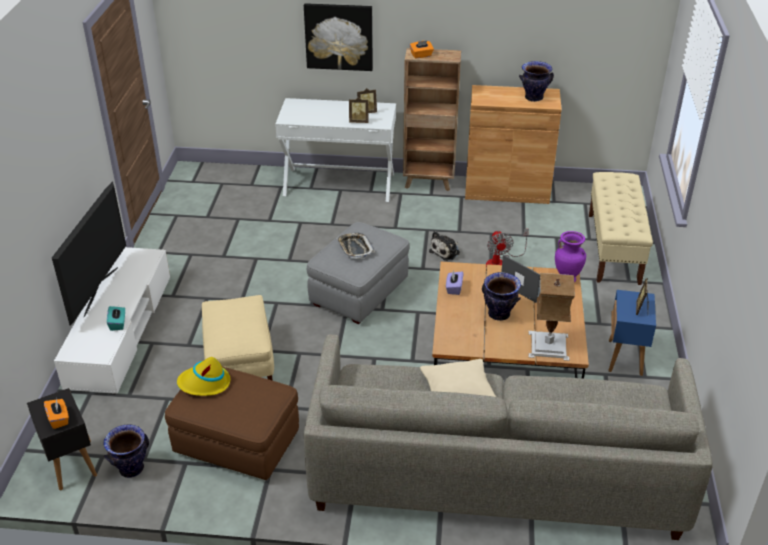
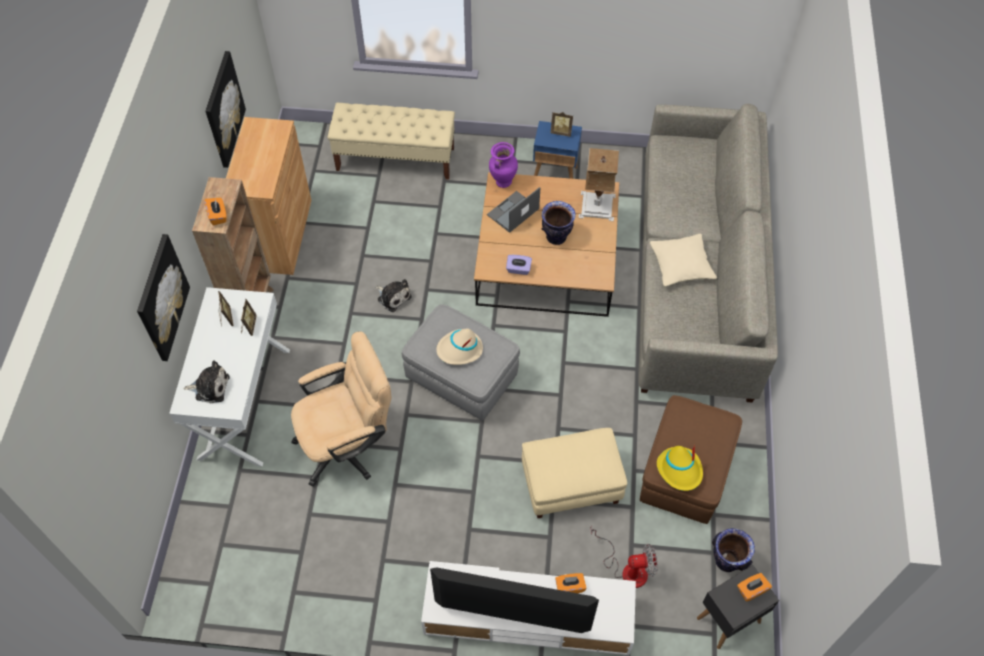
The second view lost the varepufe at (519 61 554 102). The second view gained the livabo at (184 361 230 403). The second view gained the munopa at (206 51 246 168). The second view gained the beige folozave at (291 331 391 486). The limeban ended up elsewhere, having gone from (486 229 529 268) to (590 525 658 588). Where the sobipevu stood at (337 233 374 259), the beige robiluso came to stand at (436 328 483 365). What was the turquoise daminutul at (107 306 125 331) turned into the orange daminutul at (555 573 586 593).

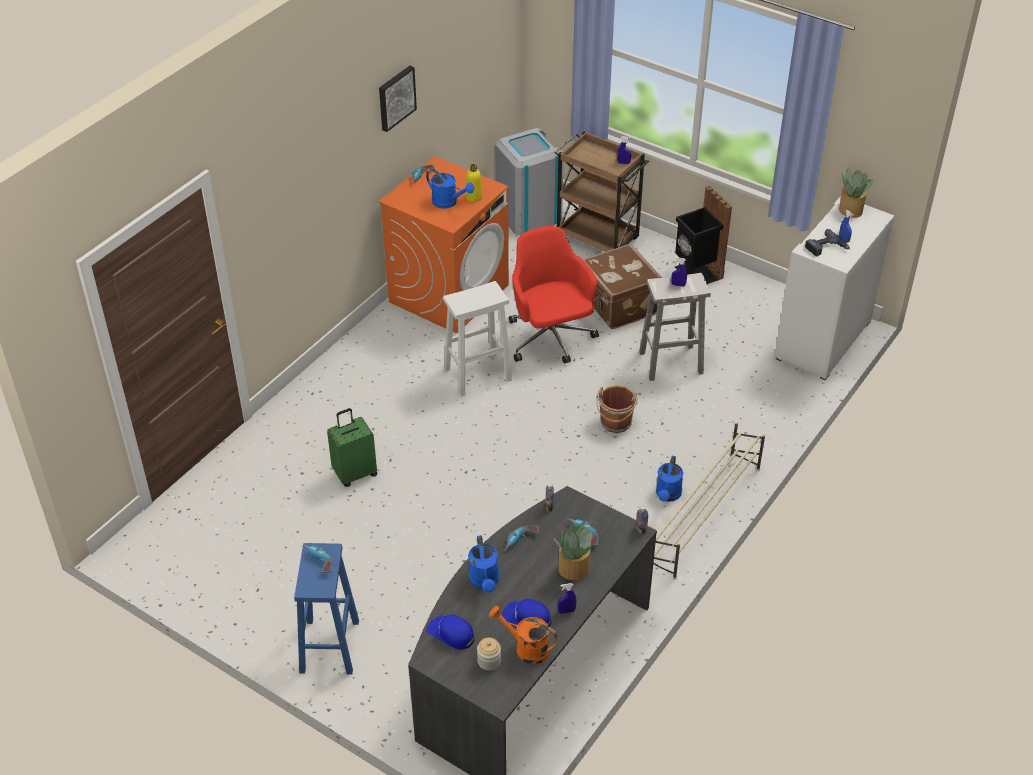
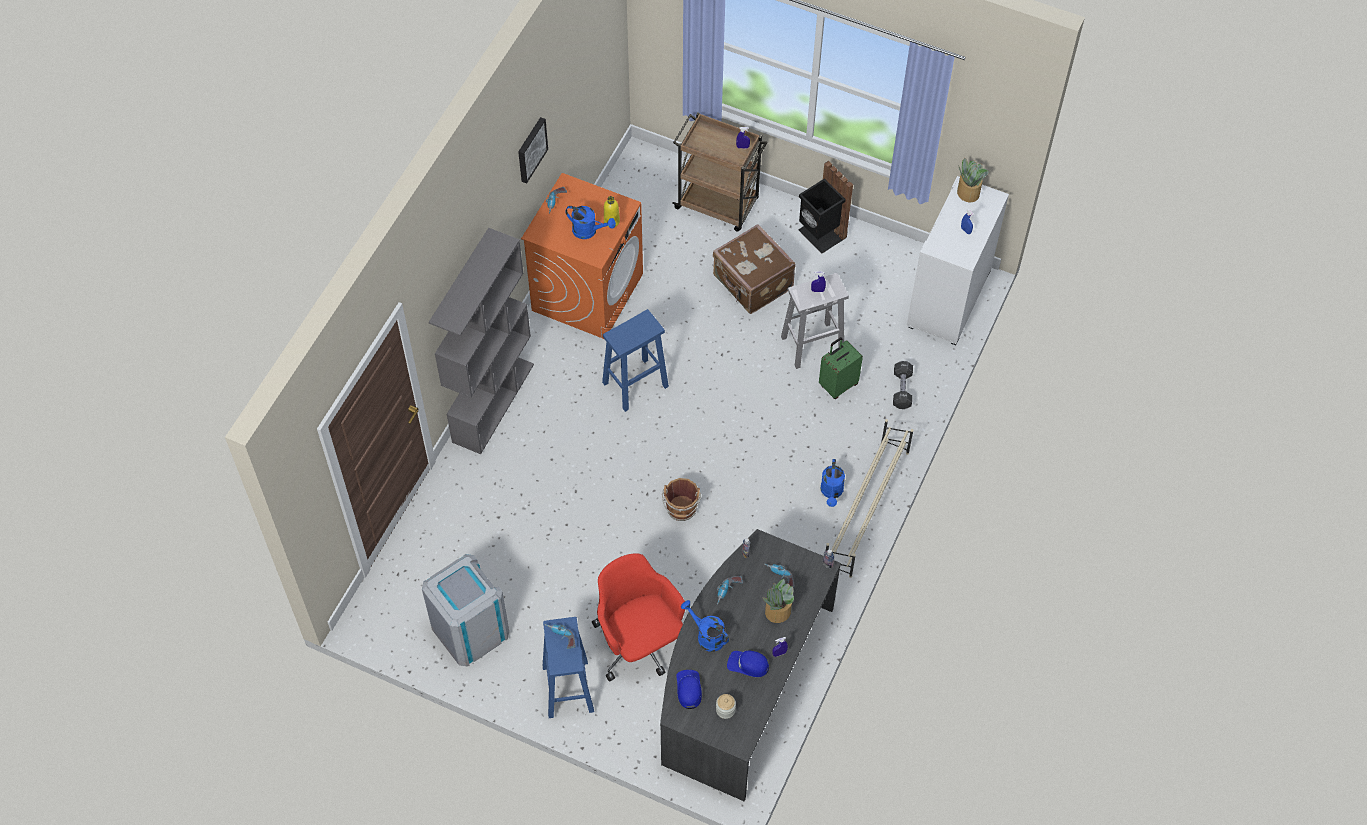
The second view lost the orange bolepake at (489 606 558 664). The second view lost the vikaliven at (805 229 850 256). The second view gained the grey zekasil at (429 228 534 454). The second view gained the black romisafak at (893 361 913 409). The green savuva ended up elsewhere, having gone from (327 408 377 487) to (819 337 863 399). The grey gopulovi ended up elsewhere, having gone from (495 128 564 235) to (422 554 509 666). The red folozave ended up elsewhere, having gone from (509 226 599 364) to (592 553 685 682). The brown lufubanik ended up elsewhere, having gone from (596 385 638 433) to (662 478 701 521). What was the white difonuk at (443 281 512 397) turned into the blue difonuk at (602 309 669 412). The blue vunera at (426 614 474 650) ended up facing another way, 60 degrees clockwise from before. The blue bolepake at (468 535 499 593) ended up facing another way, 150 degrees clockwise from before.

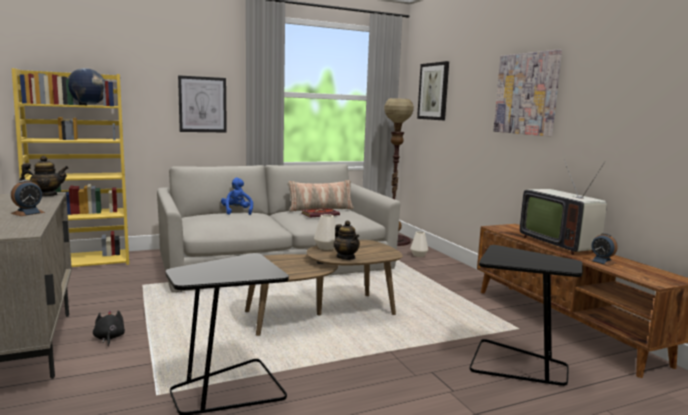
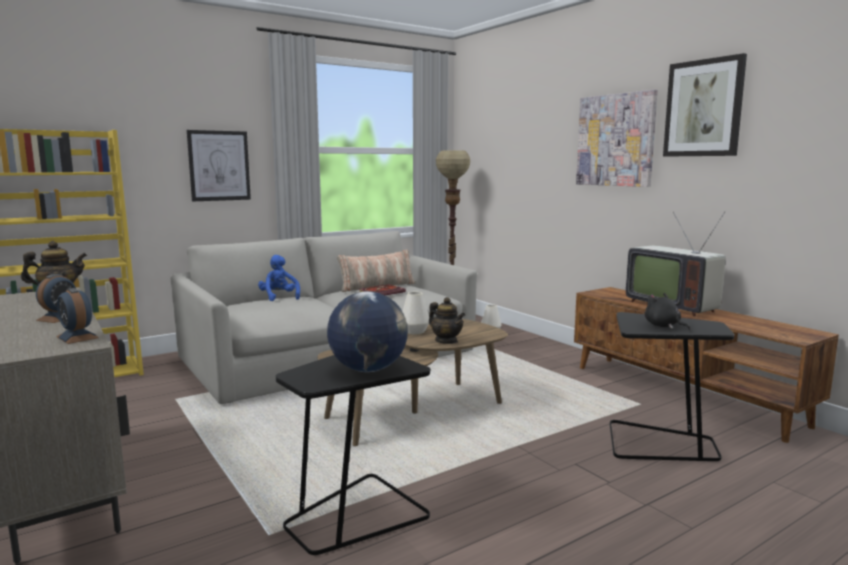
The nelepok ended up elsewhere, having gone from (67 68 106 105) to (327 291 408 372). The black livabo ended up elsewhere, having gone from (93 310 125 346) to (645 293 690 330). The munopa ended up elsewhere, having gone from (417 61 449 120) to (663 53 747 157). The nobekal ended up elsewhere, having gone from (588 233 618 266) to (57 288 99 344).

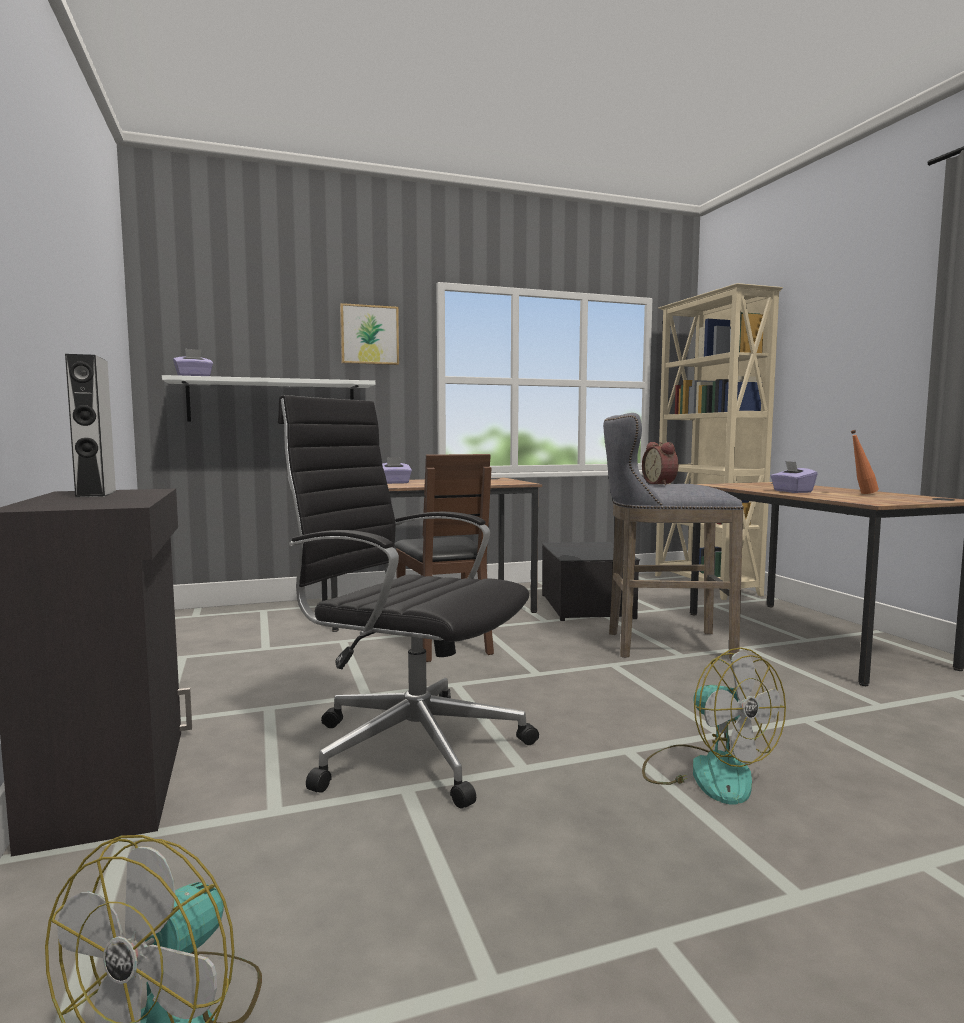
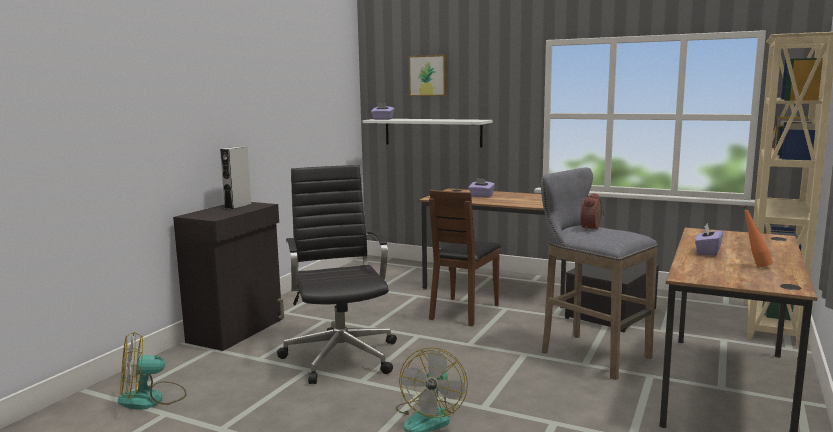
The munopa ended up elsewhere, having gone from (340 303 399 365) to (409 55 447 96).

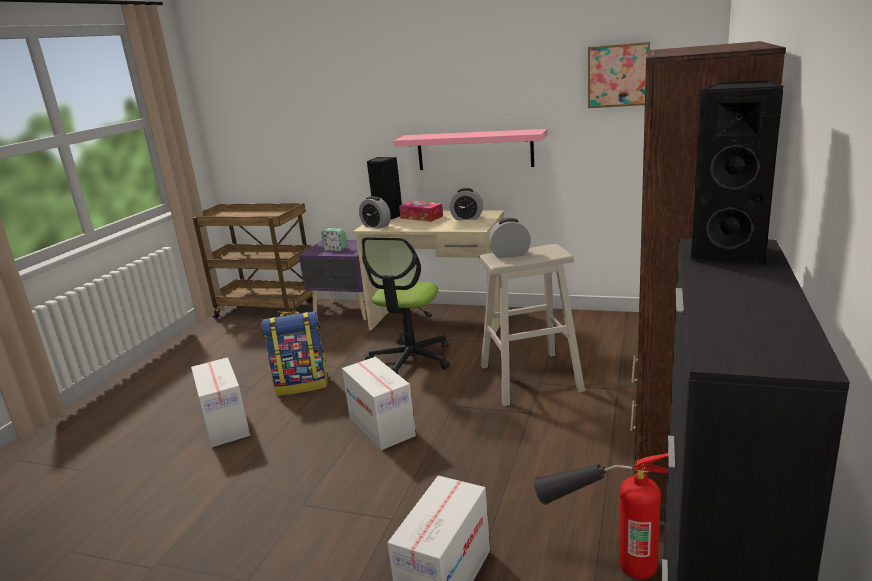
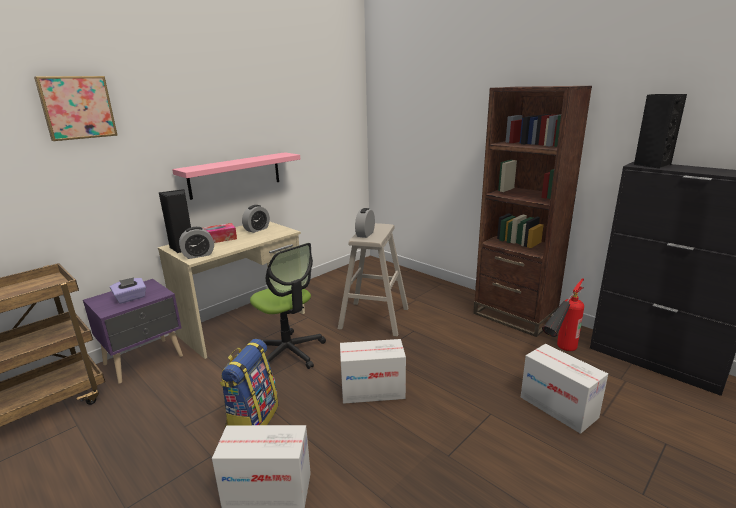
The munopa ended up elsewhere, having gone from (588 42 650 108) to (34 76 118 141). Where the nobekal stood at (321 228 347 251), the purple daminutul came to stand at (110 277 146 304).

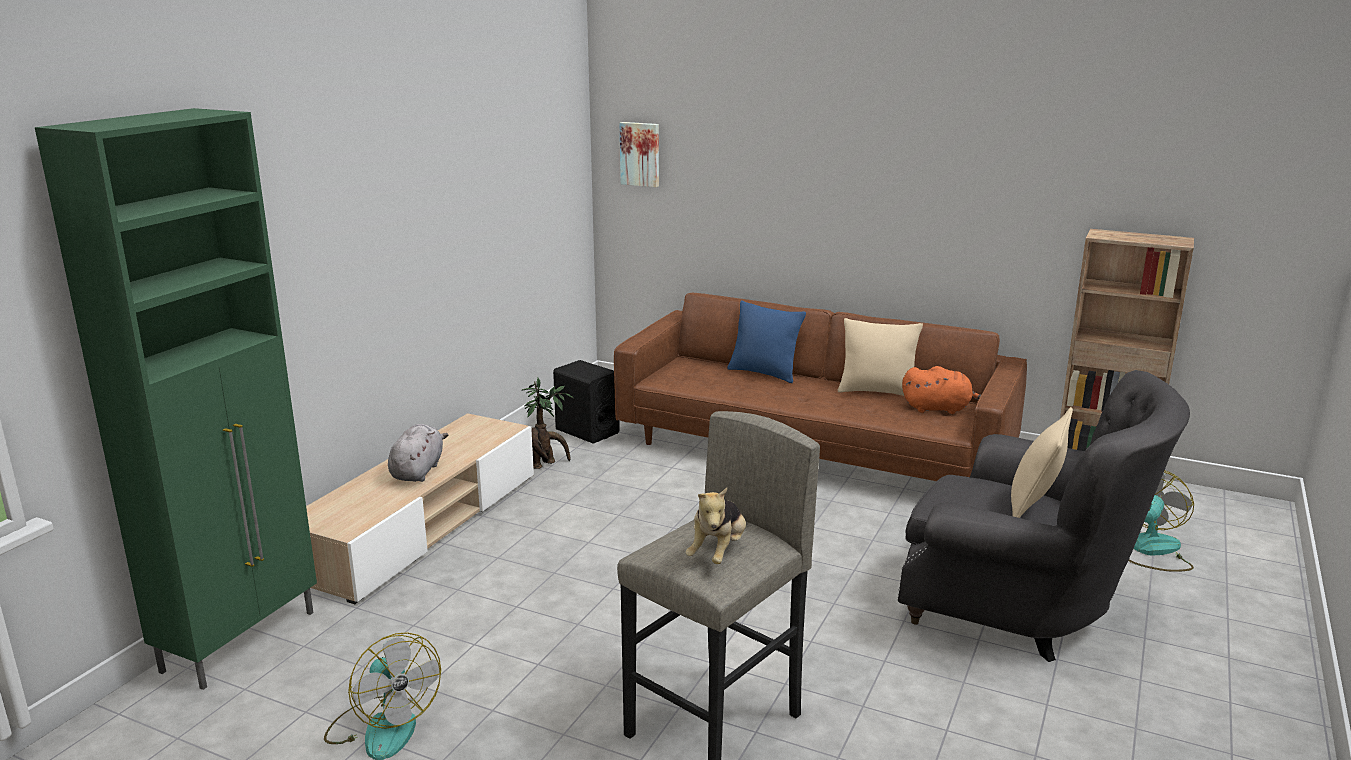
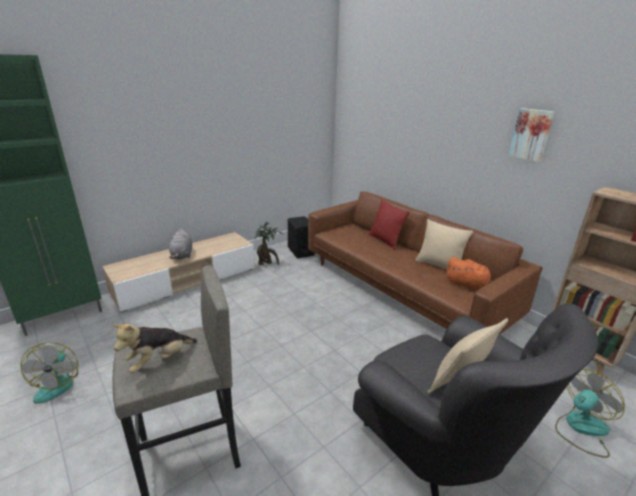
The munopa ended up elsewhere, having gone from (620 122 659 187) to (509 108 554 162). What was the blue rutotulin at (727 300 806 383) turned into the red rutotulin at (369 200 410 250). The grey livabo at (388 424 448 482) ended up facing another way, 135 degrees clockwise from before.

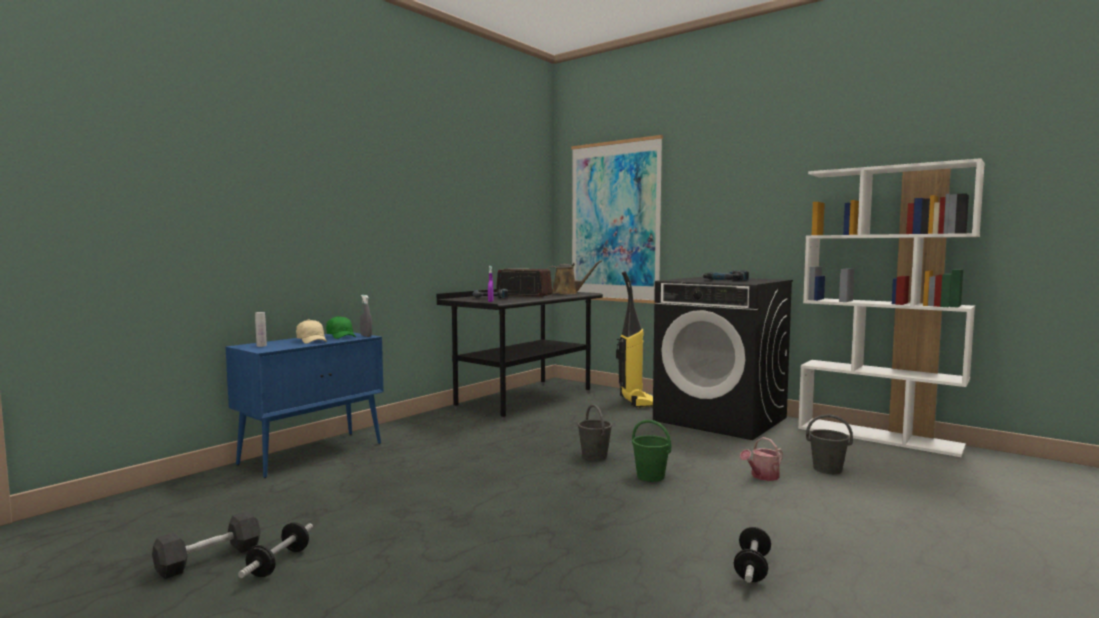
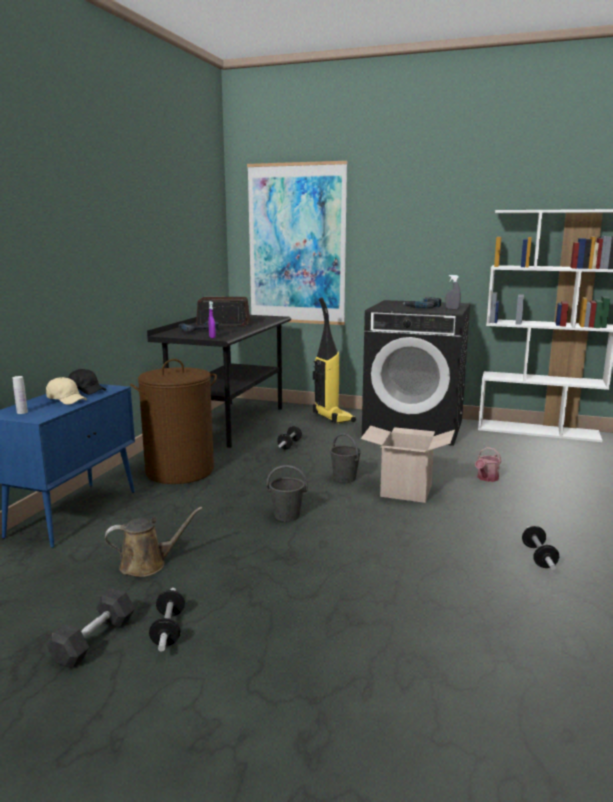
The second view gained the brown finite at (130 359 217 484). The second view gained the romisafak at (277 426 302 449). The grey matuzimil ended up elsewhere, having gone from (360 295 372 337) to (445 275 461 310). The brown bolepake ended up elsewhere, having gone from (547 260 602 294) to (105 507 203 577). The grey lufubanik ended up elsewhere, having gone from (806 414 853 474) to (266 465 308 522). Where the green lufubanik stood at (632 420 671 482), the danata came to stand at (361 426 455 503). What was the green vunera at (326 316 356 339) turned into the black vunera at (68 369 106 394).

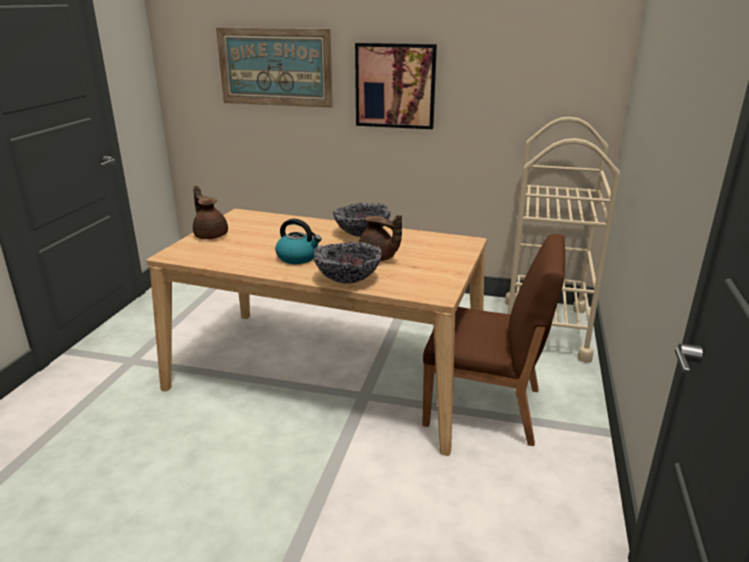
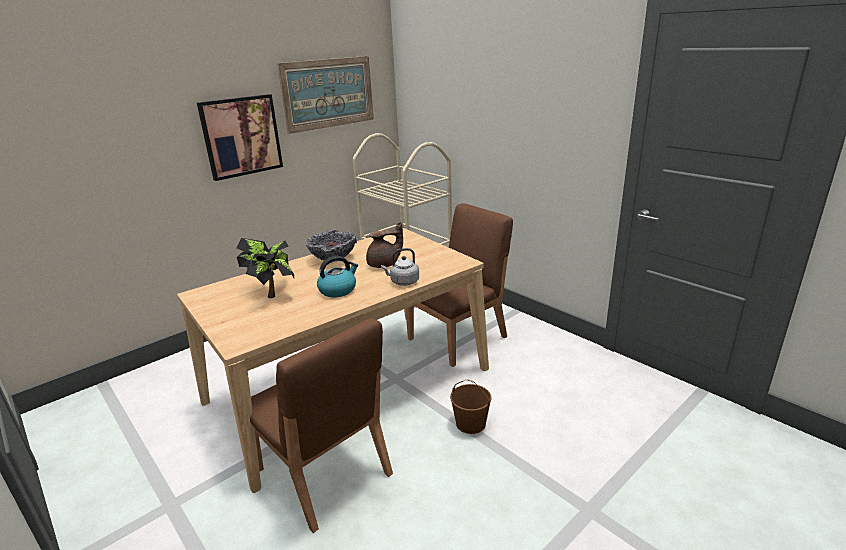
The second view lost the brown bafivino at (193 186 228 239). The second view gained the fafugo at (237 238 294 298). The second view gained the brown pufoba at (250 318 393 533). The second view gained the brown lufubanik at (450 379 491 434). The munopa ended up elsewhere, having gone from (216 27 333 108) to (277 56 374 134). Where the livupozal stood at (314 242 382 284), the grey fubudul came to stand at (381 248 419 286).

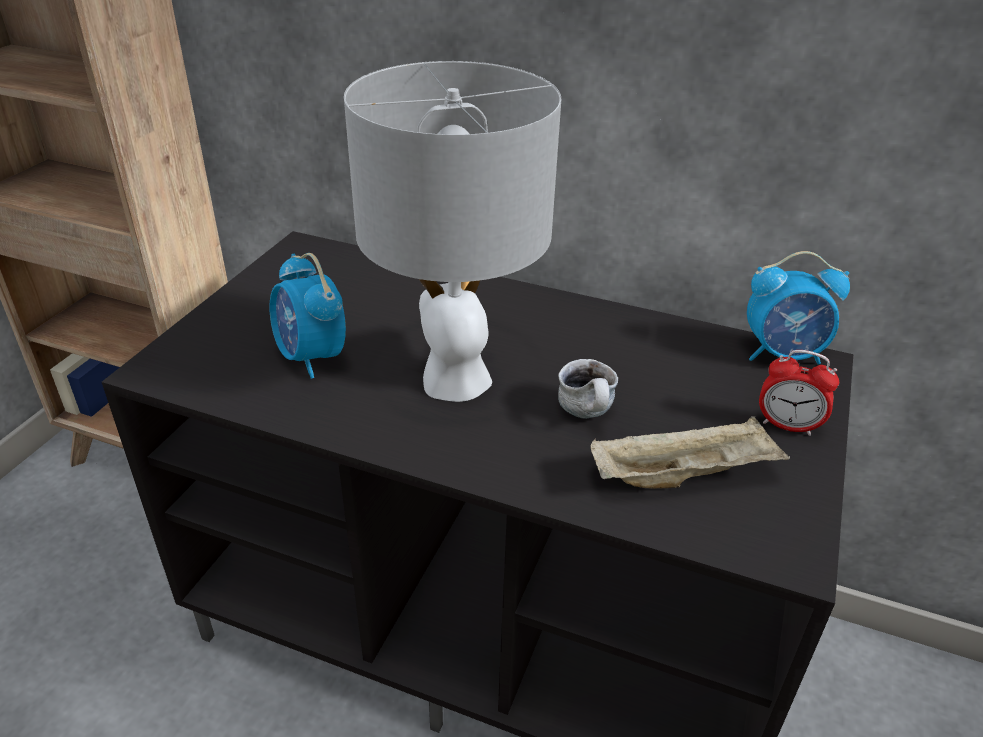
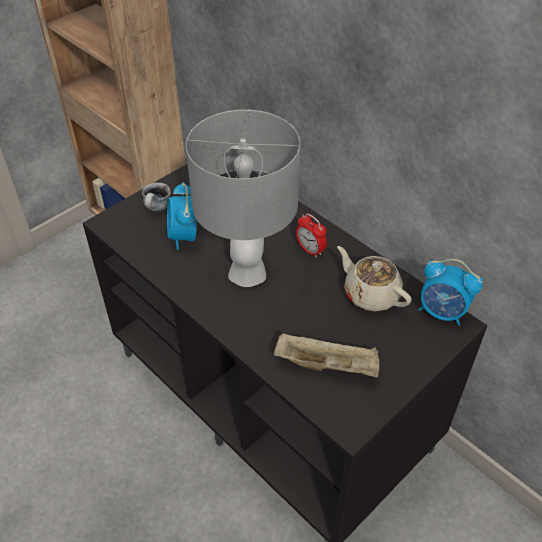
The second view gained the beige bafivino at (337 246 412 312). The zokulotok ended up elsewhere, having gone from (558 359 618 419) to (142 182 170 211). The nobekal ended up elsewhere, having gone from (759 350 839 436) to (296 213 327 258).

